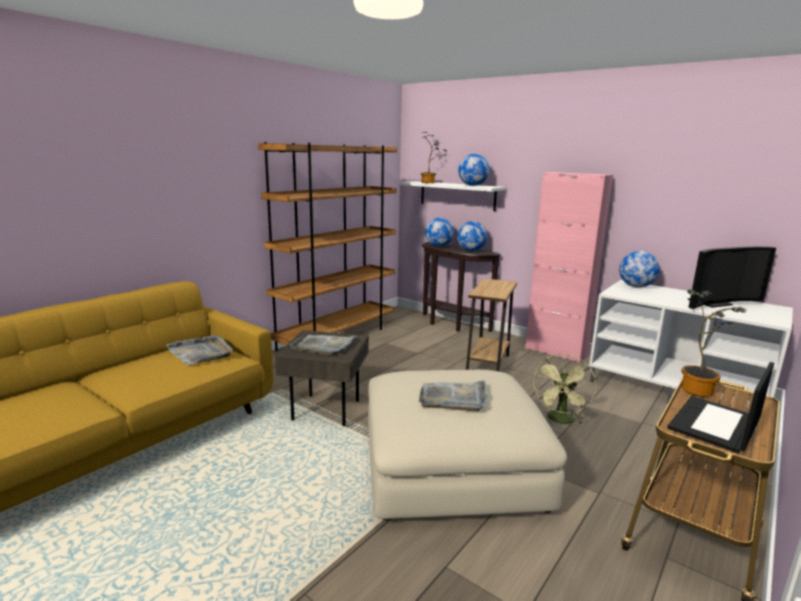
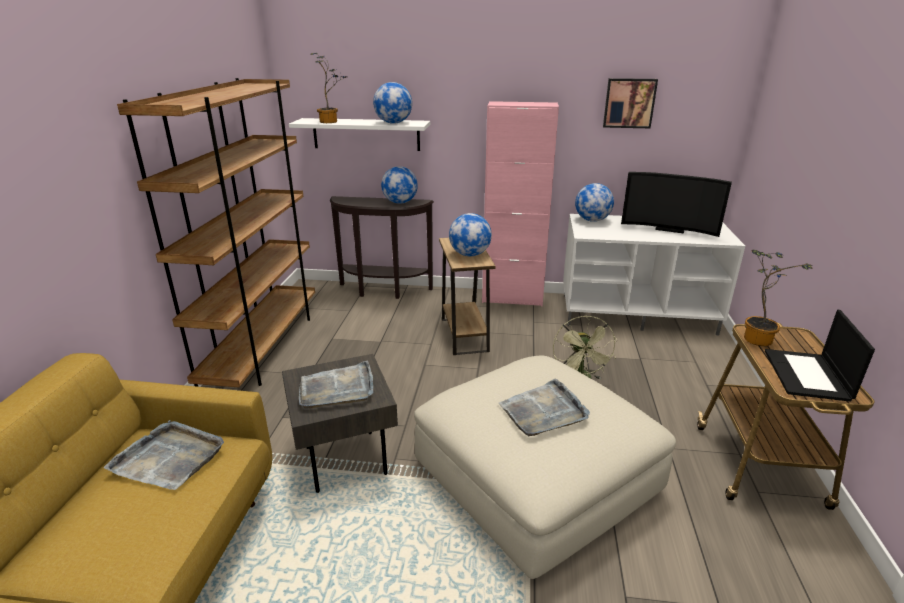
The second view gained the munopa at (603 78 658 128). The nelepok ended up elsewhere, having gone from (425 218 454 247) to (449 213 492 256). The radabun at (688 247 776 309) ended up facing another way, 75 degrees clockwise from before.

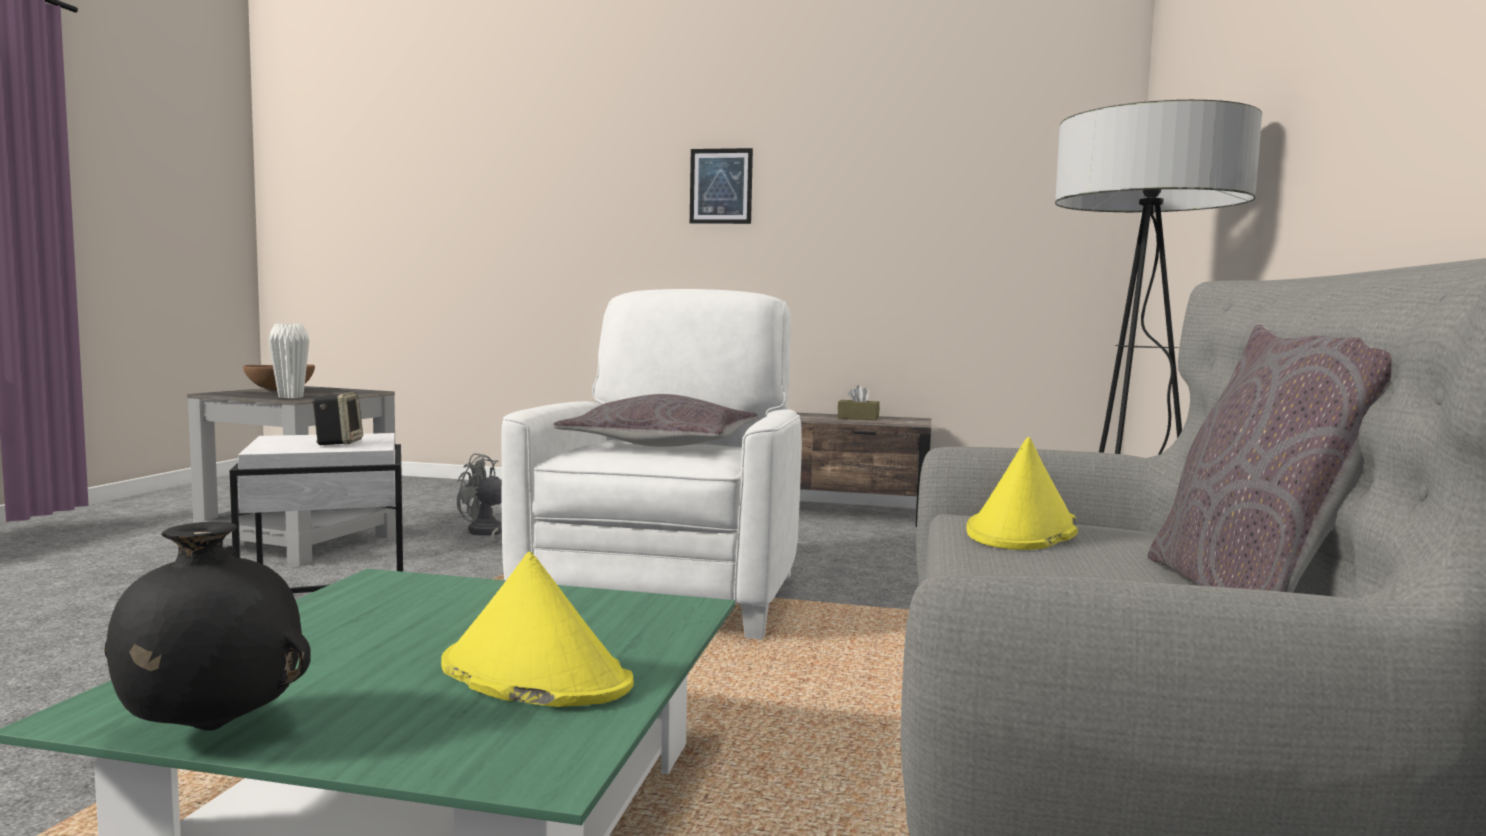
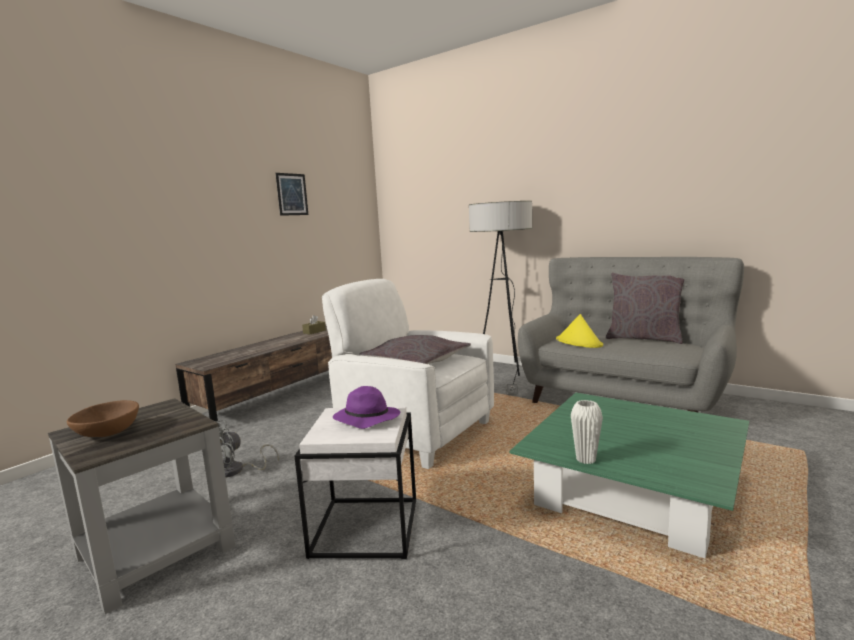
The second view lost the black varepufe at (104 522 311 731). The second view lost the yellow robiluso at (441 551 634 707). The white varepufe ended up elsewhere, having gone from (268 324 309 398) to (571 400 603 464). The munopa ended up elsewhere, having gone from (690 148 753 224) to (276 173 308 216). Where the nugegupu stood at (312 392 363 445), the purple robiluso came to stand at (333 386 400 429).

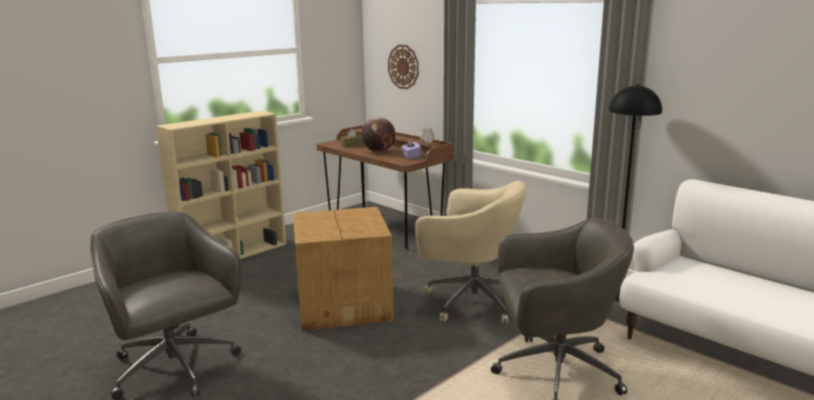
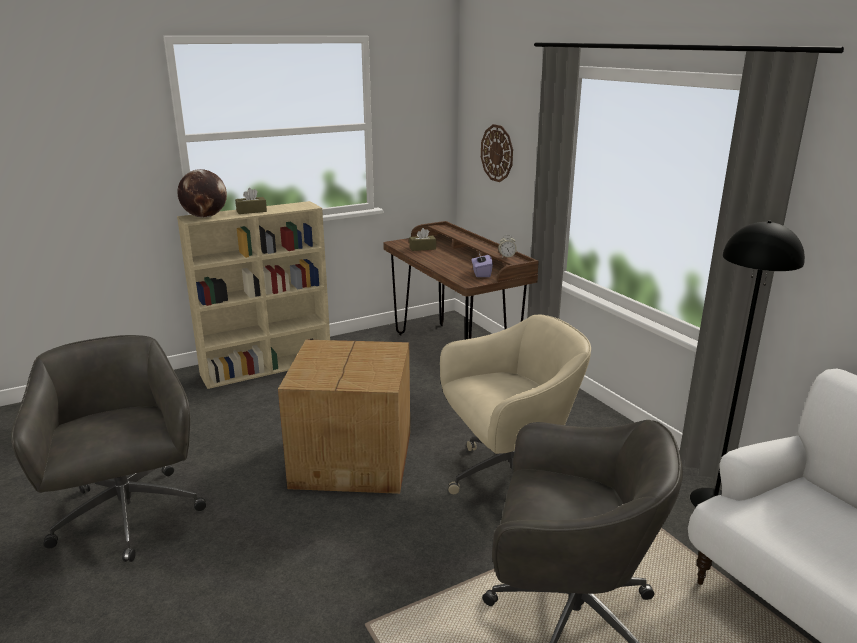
The second view gained the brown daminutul at (235 188 267 214). The nelepok ended up elsewhere, having gone from (362 117 396 152) to (177 169 227 218). The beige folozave at (415 181 526 324) ended up facing another way, 60 degrees counterclockwise from before.

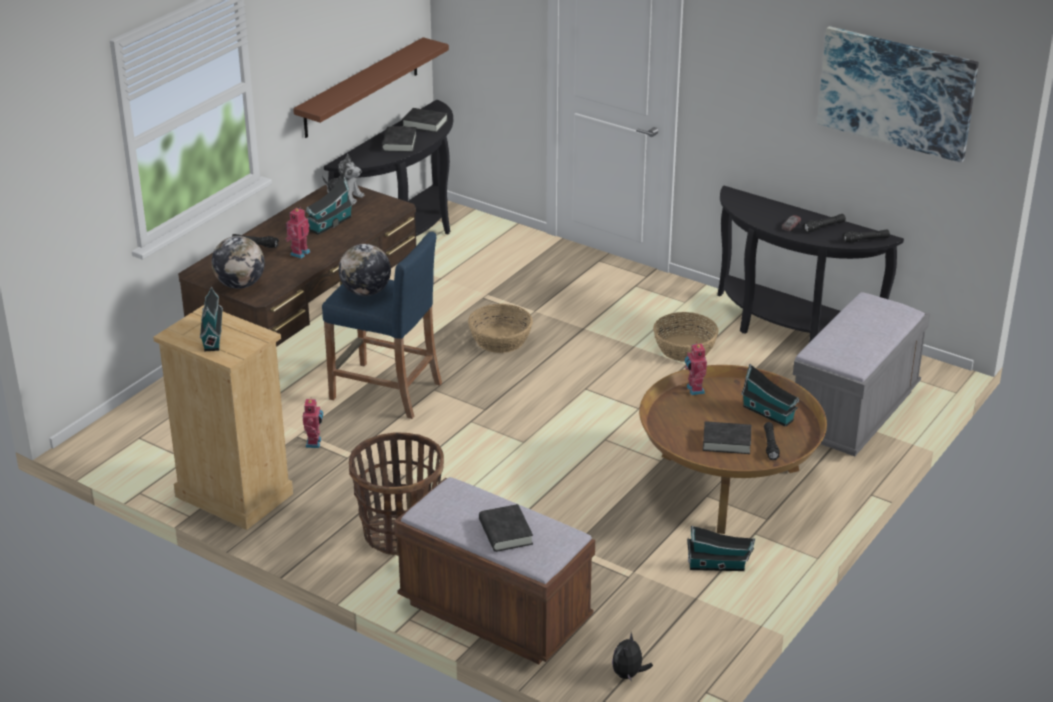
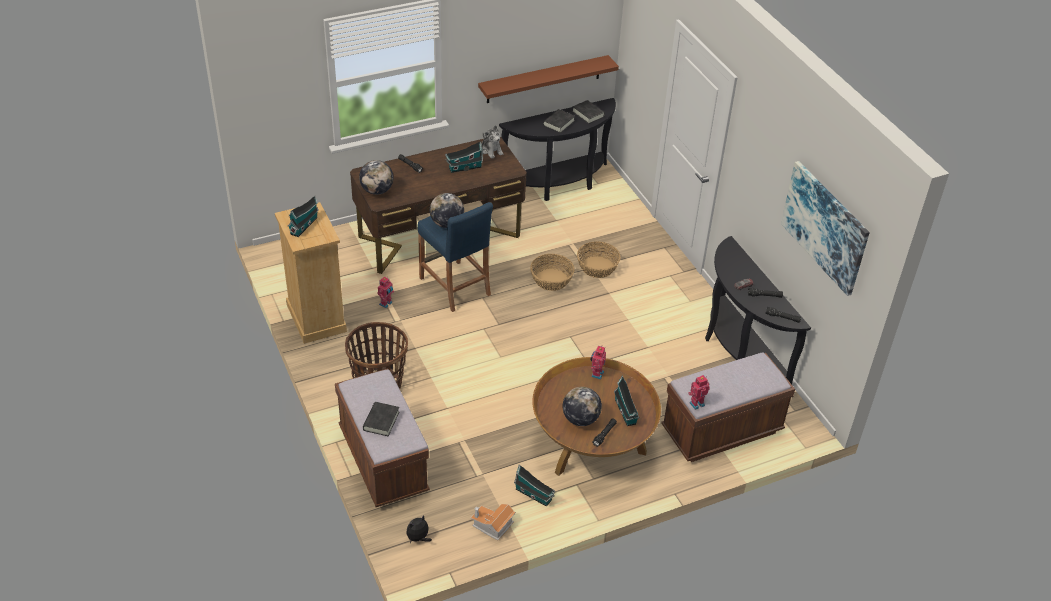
The second view gained the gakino at (471 504 516 540). The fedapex ended up elsewhere, having gone from (286 207 310 259) to (688 375 710 410). The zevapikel ended up elsewhere, having gone from (653 312 719 362) to (577 242 621 278). Where the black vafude stood at (703 421 751 454), the nelepok came to stand at (563 387 602 426). What was the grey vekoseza at (793 292 930 456) turned into the brown vekoseza at (661 352 795 462).

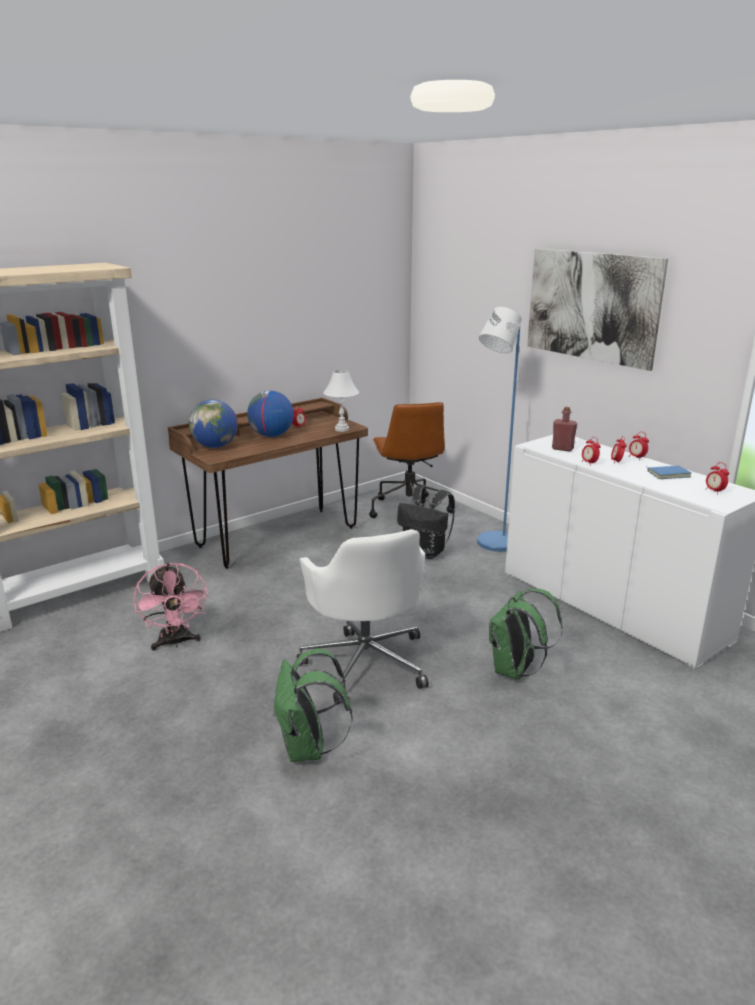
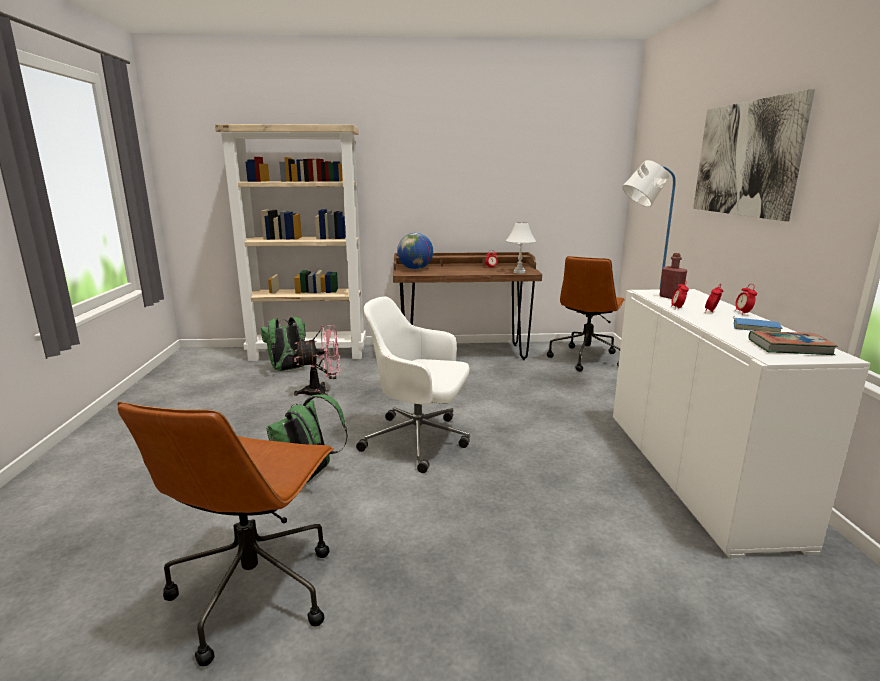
The second view lost the nelepok at (247 391 294 437). The second view lost the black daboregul at (397 486 455 559). The second view gained the brown folozave at (117 401 334 666). The green daboregul ended up elsewhere, having gone from (489 589 563 680) to (261 317 306 371). Where the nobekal stood at (705 462 729 494), the vafude came to stand at (748 331 838 355). The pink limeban at (133 563 208 651) ended up facing another way, 120 degrees counterclockwise from before. The white folozave at (297 529 429 705) ended up facing another way, 90 degrees clockwise from before.

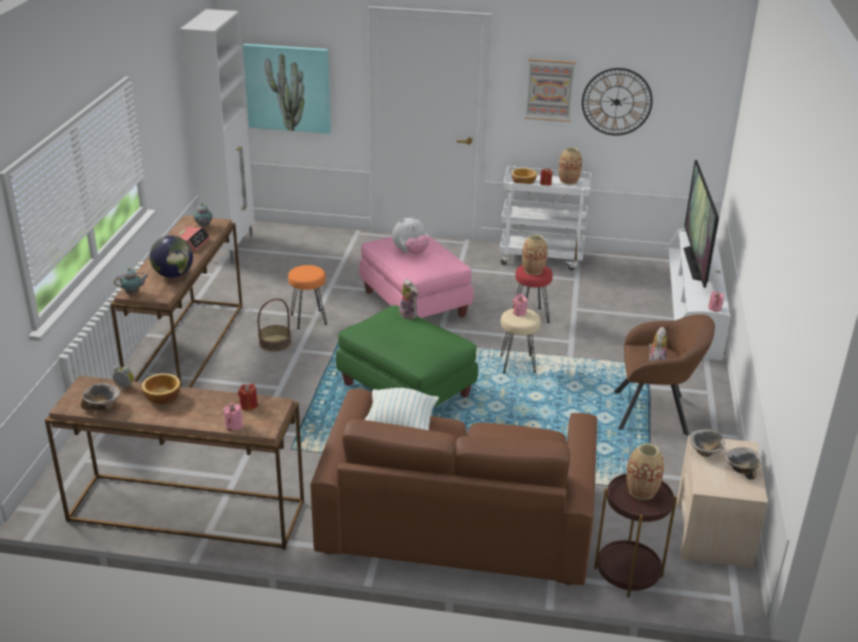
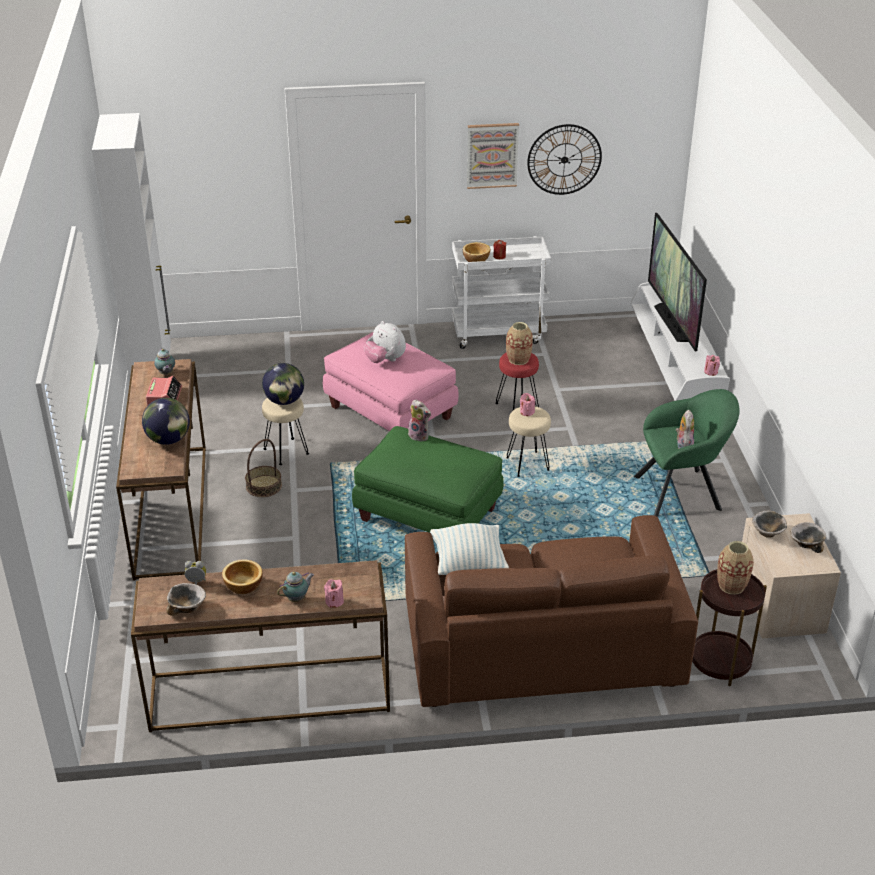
The second view lost the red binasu at (238 383 258 411). The second view lost the munopa at (243 44 331 134). The second view lost the varepufe at (559 147 582 185). The second view gained the nelepok at (262 363 304 405). The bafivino ended up elsewhere, having gone from (114 268 149 294) to (277 572 314 602). What was the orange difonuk at (288 265 327 329) turned into the beige difonuk at (262 398 309 465). What was the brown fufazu at (614 314 715 436) turned into the green fufazu at (634 389 740 516). The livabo at (392 216 429 255) ended up facing another way, 90 degrees clockwise from before.

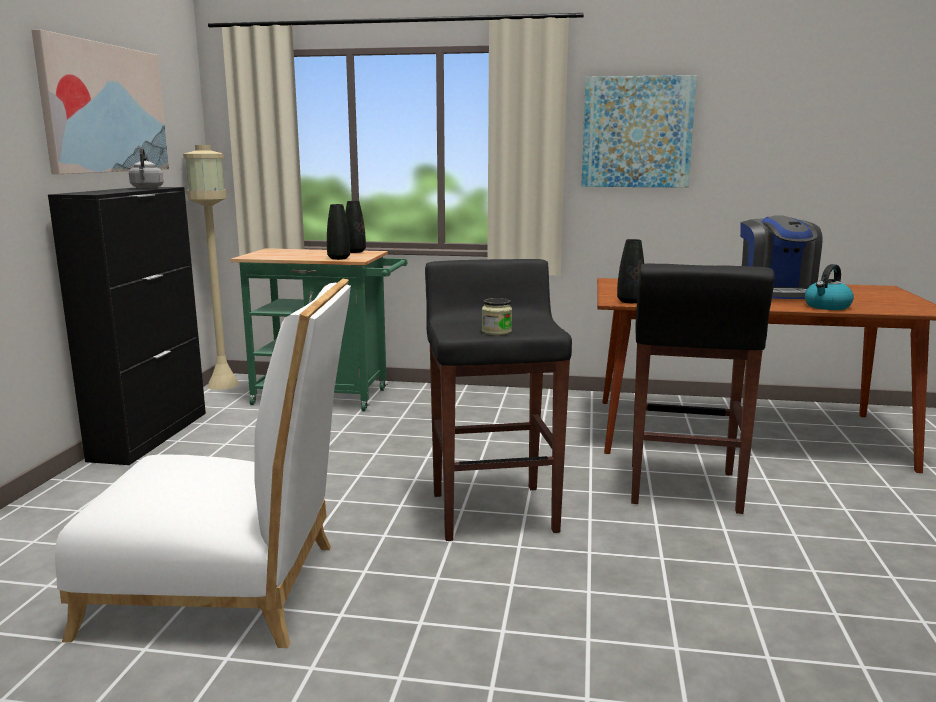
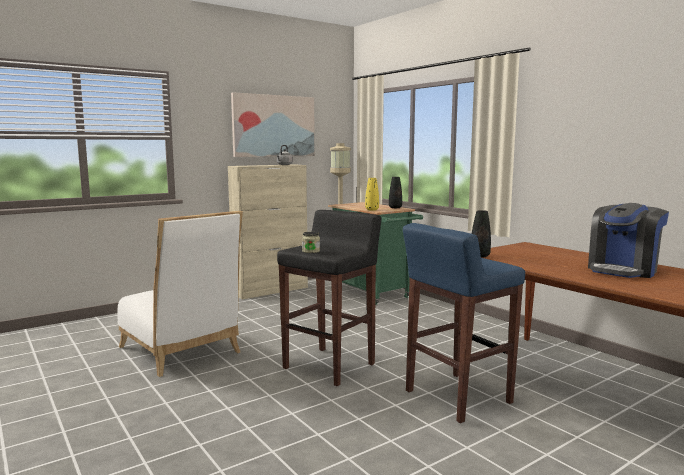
The second view lost the munopa at (581 75 697 188). The second view lost the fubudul at (805 264 854 310). What was the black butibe at (48 187 206 465) turned into the beige butibe at (228 164 308 299). What was the black varepufe at (327 204 350 260) turned into the yellow varepufe at (365 178 379 210). What was the black difonuk at (631 263 775 514) turned into the blue difonuk at (403 223 525 423).

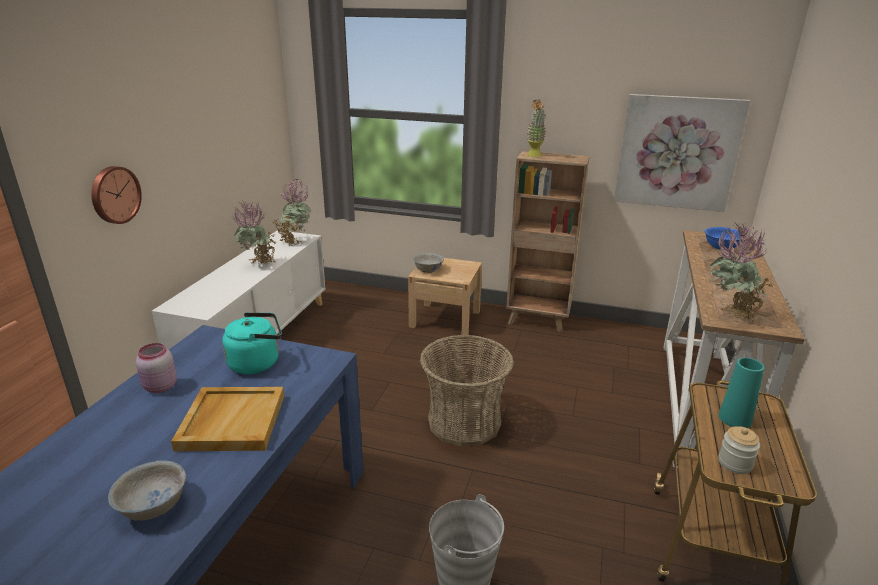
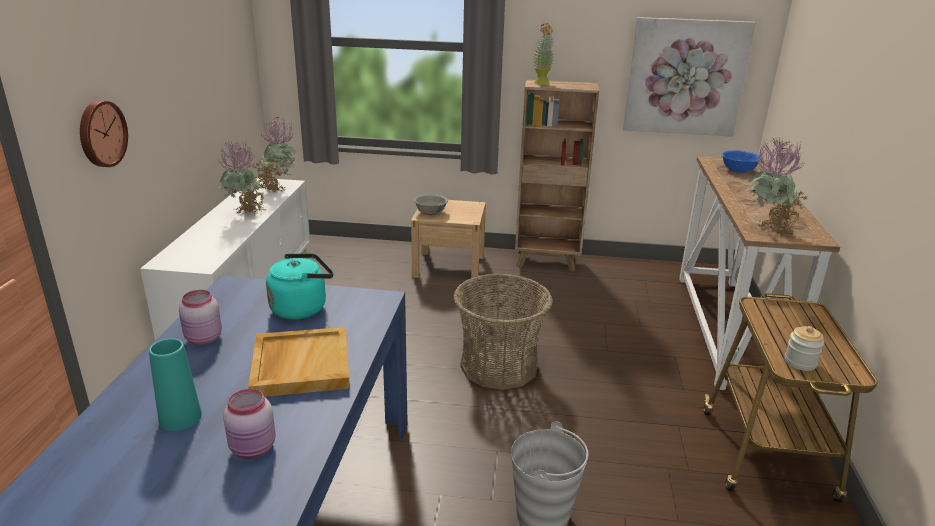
The turquoise varepufe ended up elsewhere, having gone from (719 358 765 428) to (149 338 202 431). Where the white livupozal stood at (108 461 186 521), the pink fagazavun came to stand at (223 389 276 459).

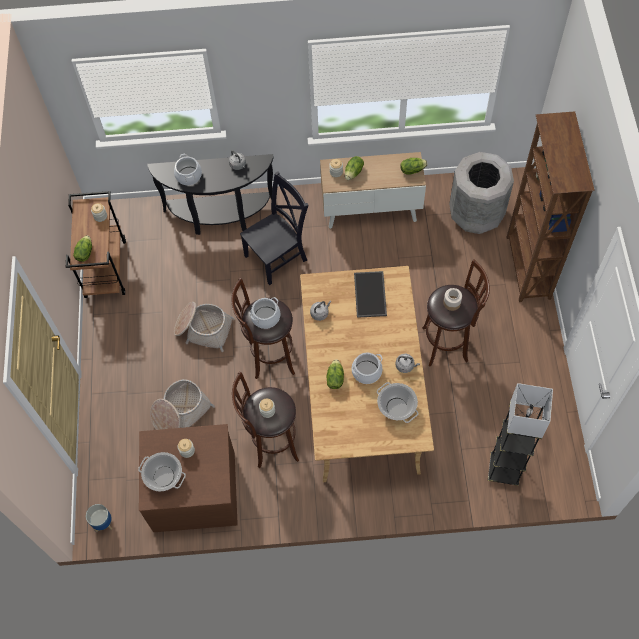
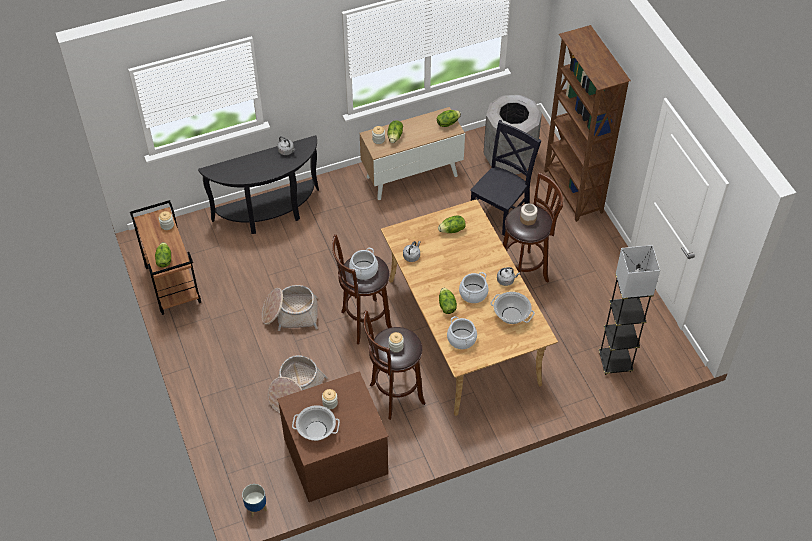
The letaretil ended up elsewhere, having gone from (174 154 202 185) to (447 316 477 349). The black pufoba ended up elsewhere, having gone from (240 171 309 285) to (470 120 541 236). Where the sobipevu stood at (354 271 387 318), the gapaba came to stand at (438 215 466 233).

